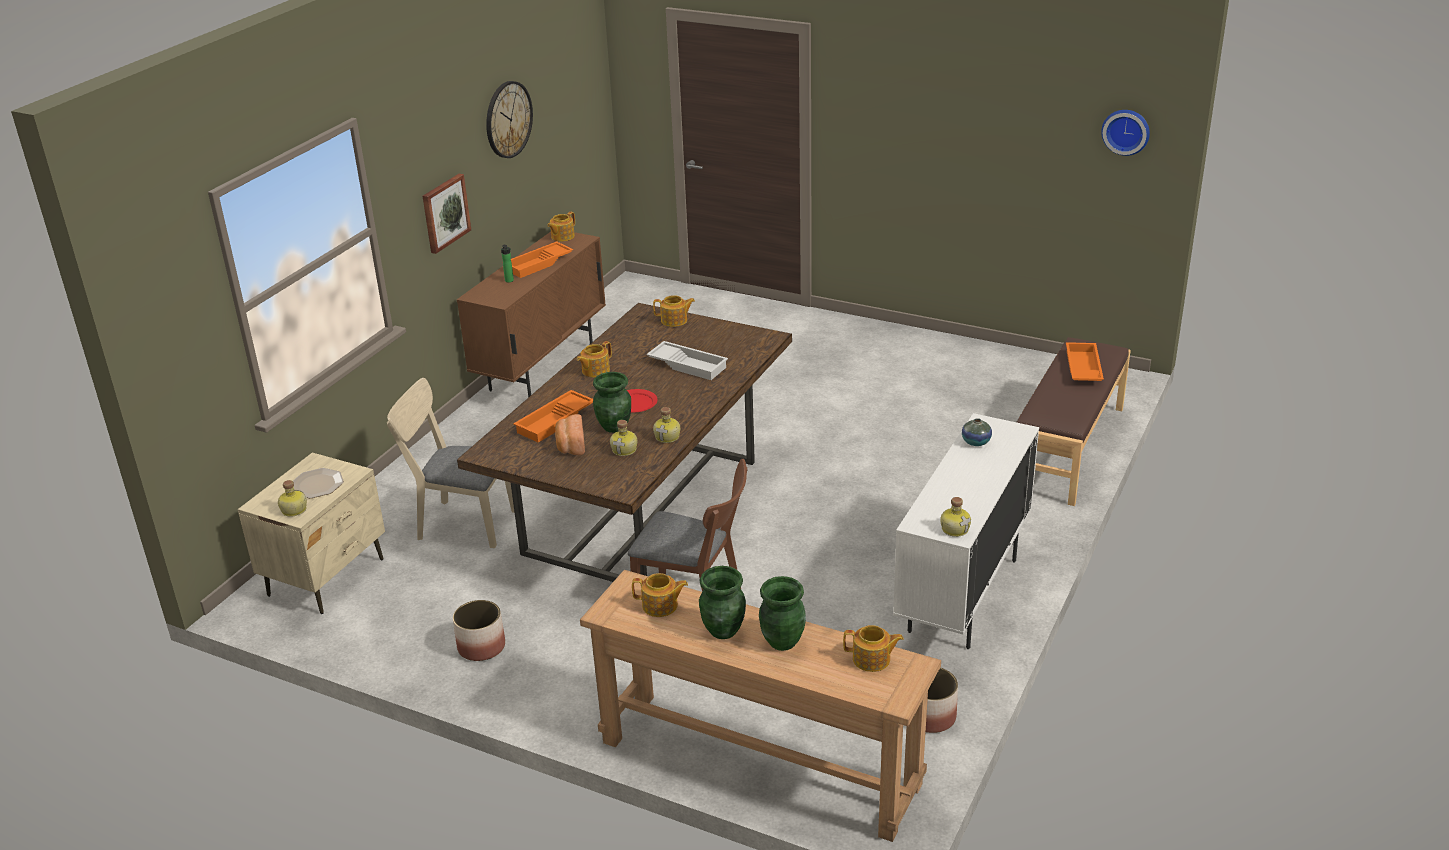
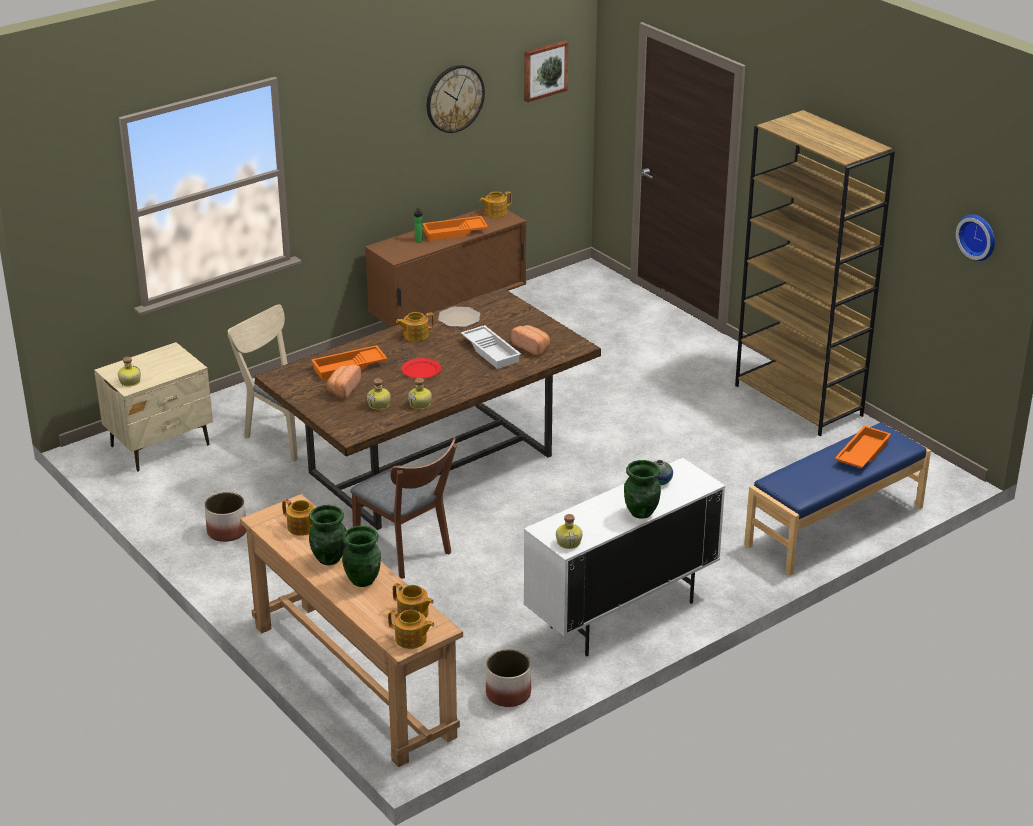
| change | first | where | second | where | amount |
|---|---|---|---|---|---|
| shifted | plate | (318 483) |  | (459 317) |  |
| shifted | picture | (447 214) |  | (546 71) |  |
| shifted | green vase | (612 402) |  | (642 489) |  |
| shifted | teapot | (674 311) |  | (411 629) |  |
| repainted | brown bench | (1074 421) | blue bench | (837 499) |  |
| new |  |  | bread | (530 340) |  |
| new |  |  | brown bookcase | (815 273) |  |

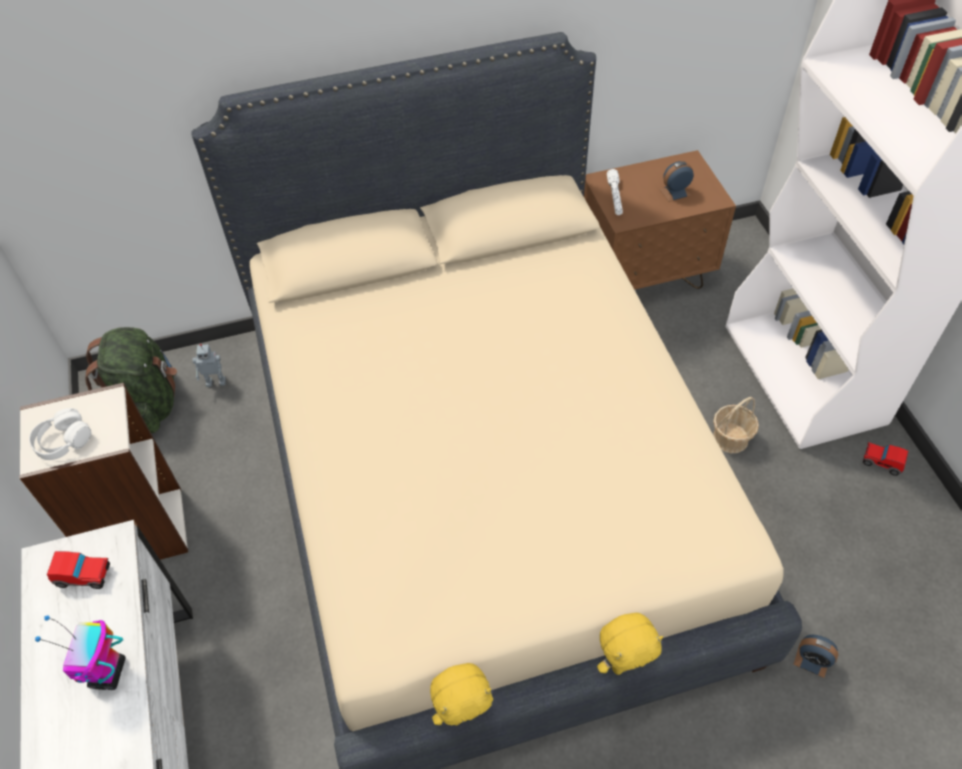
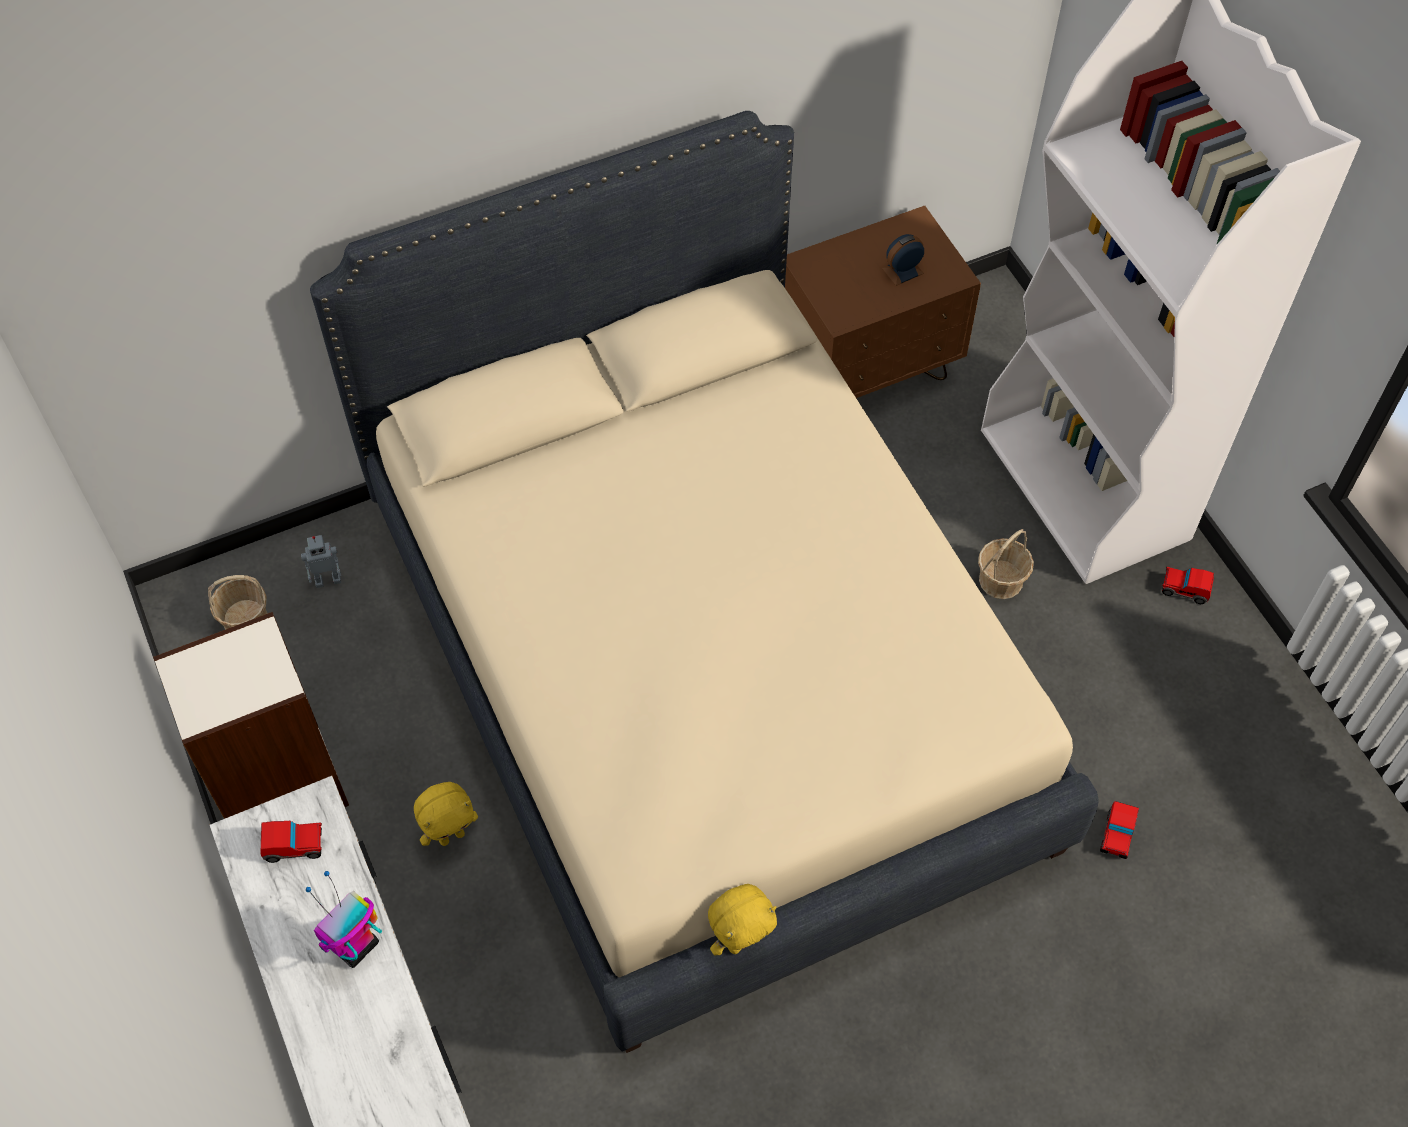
| change | first | where | second | where | amount |
|---|---|---|---|---|---|
| gone | white headphones | (60 434) |  |  |  |
| rotated | toy robot | (80 653) |  | (344 919) | 45 degrees clockwise |
| swapped | green backpack | (131 380) | basket | (238 602) |  |
| shifted | yellow plush toy | (630 644) |  | (446 814) |  |
| gone | white flashlight | (615 192) |  |  |  |
| swapped | alarm clock | (815 656) | toy car | (1119 830) |  |

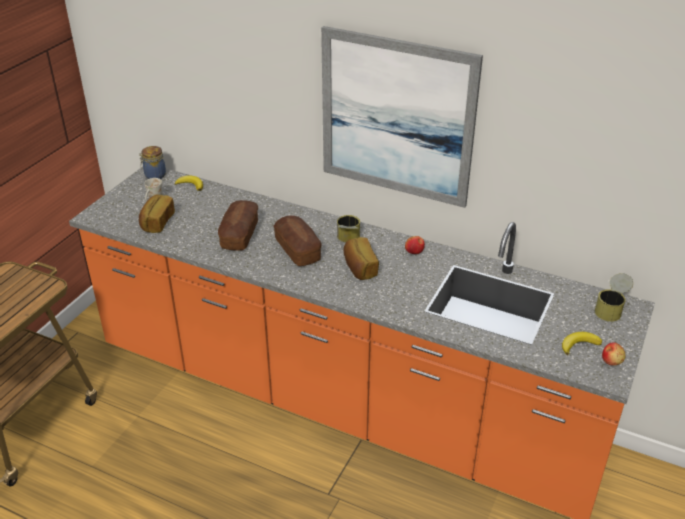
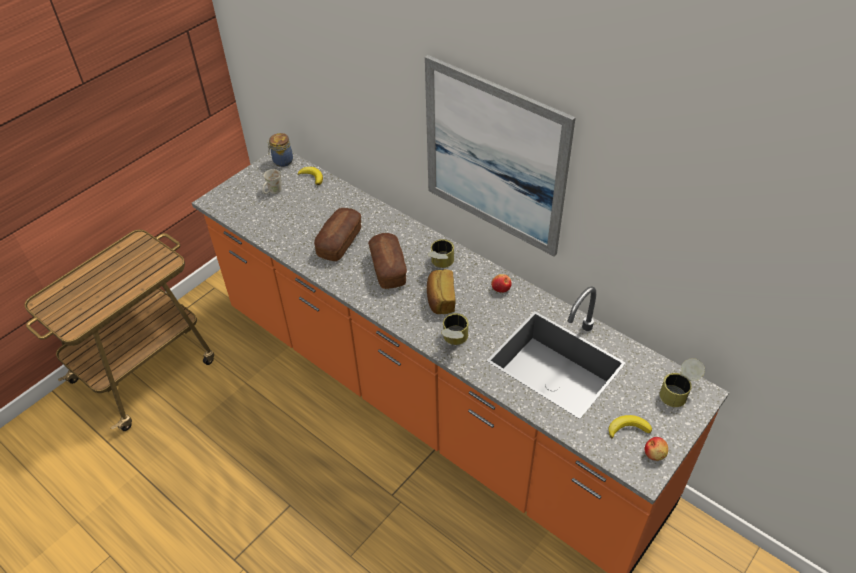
| change | first | where | second | where | amount |
|---|---|---|---|---|---|
| gone | bread | (157 214) |  |  |  |
| new |  |  | can | (455 329) |  |

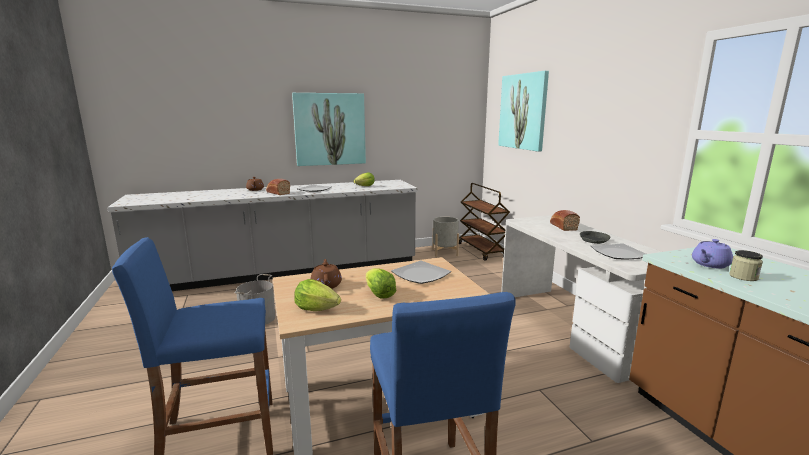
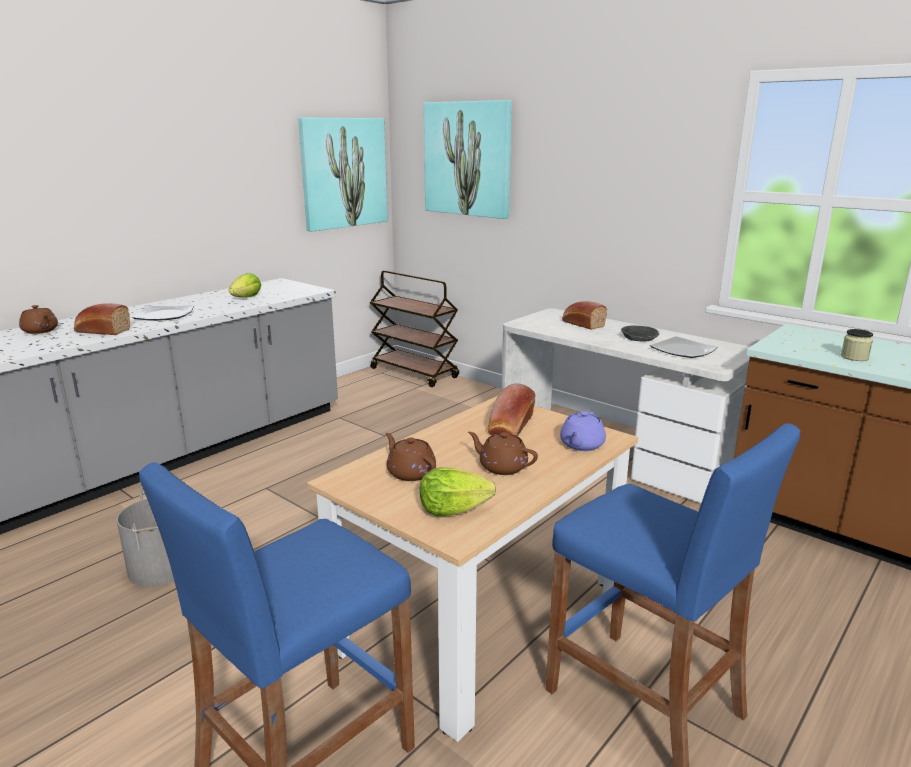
| change | first | where | second | where | amount |
|---|---|---|---|---|---|
| shifted | picture | (329 129) |  | (343 175) |  |
| swapped | lettuce | (381 283) | brown teapot | (503 453) |  |
| swapped | plate | (421 272) | bread | (512 409) |  |
| gone | grey planter | (445 237) |  |  |  |
| shifted | purple teapot | (712 254) |  | (583 431) |  |

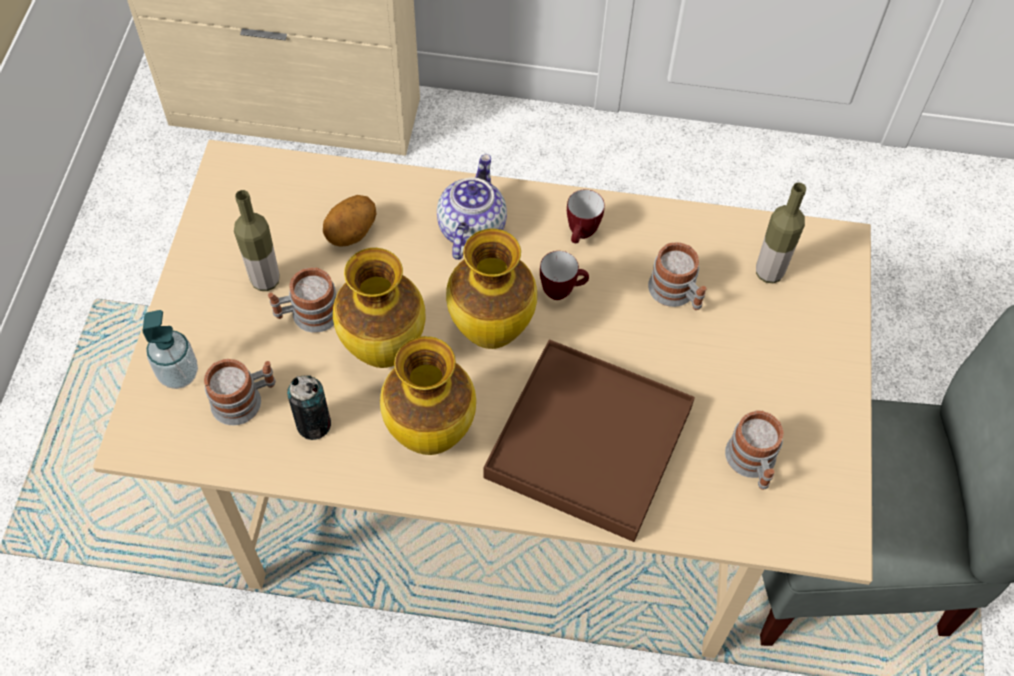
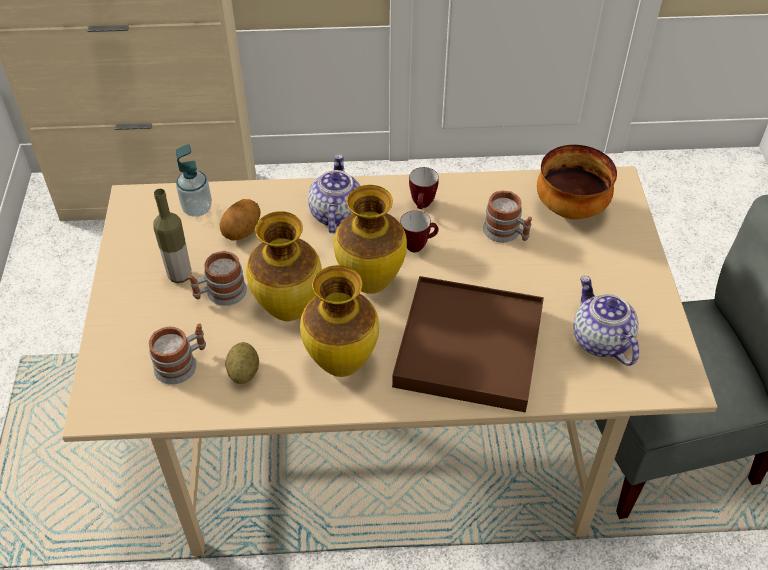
| change | first | where | second | where | amount |
|---|---|---|---|---|---|
| shifted | soap dispenser | (170 349) |  | (194 180) |  |
| swapped | can | (309 407) | potato | (242 363) |  |
| swapped | mug | (754 450) | teapot | (606 320) |  |
| swapped | bottle | (781 233) | bowl | (577 182) |  |

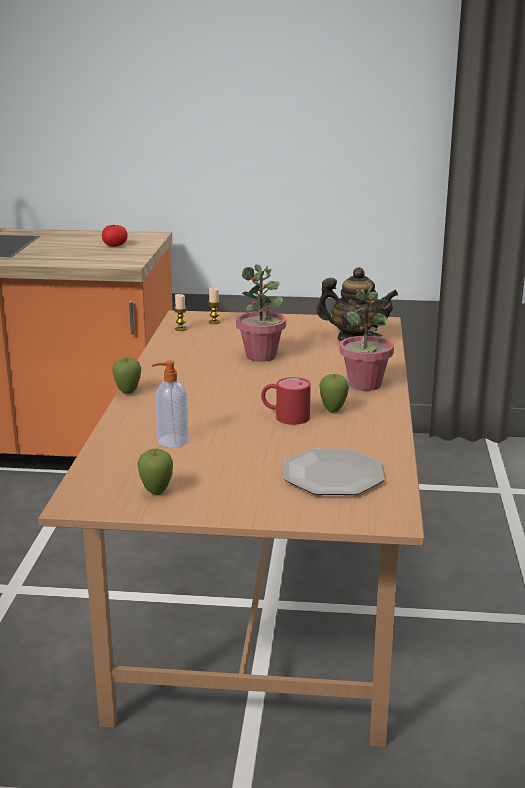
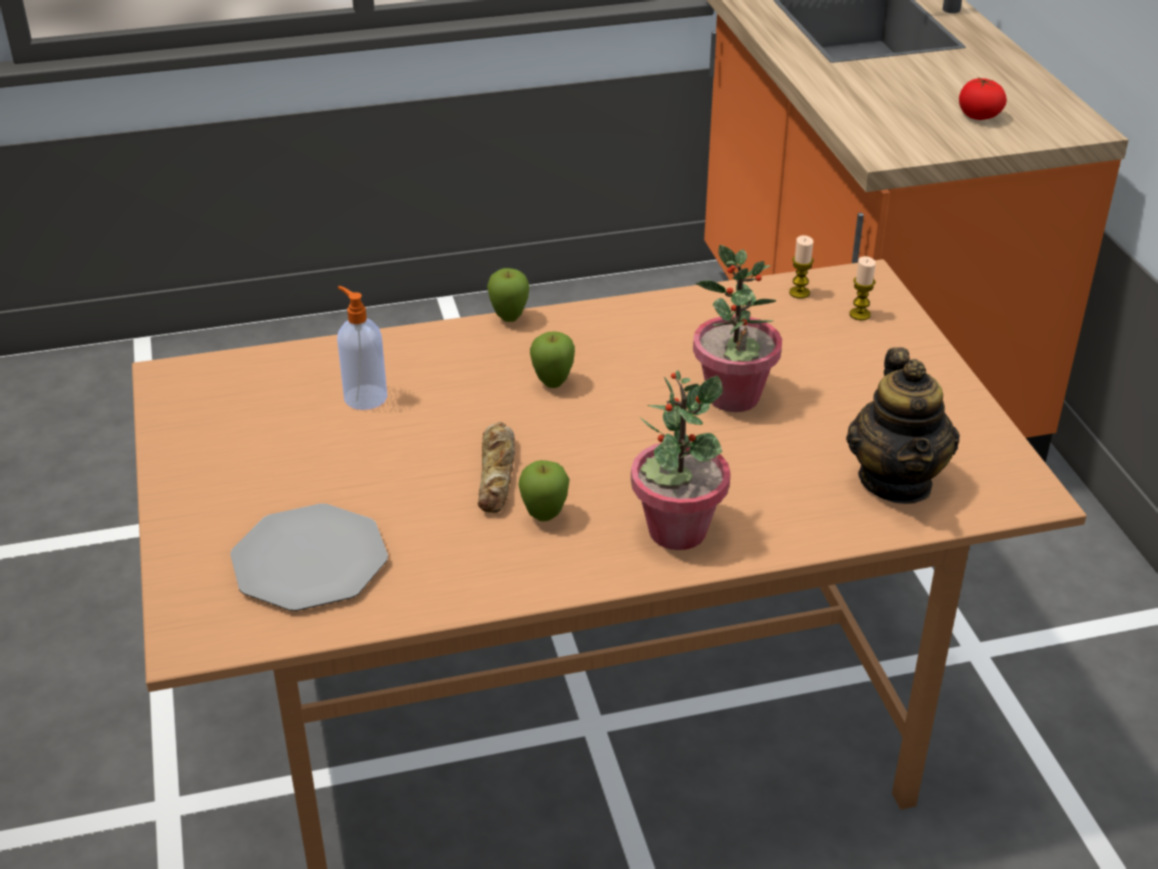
| change | first | where | second | where | amount |
|---|---|---|---|---|---|
| shifted | apple | (155 472) |  | (552 359) |  |
| swapped | red mug | (286 401) | bread | (496 467) |  |

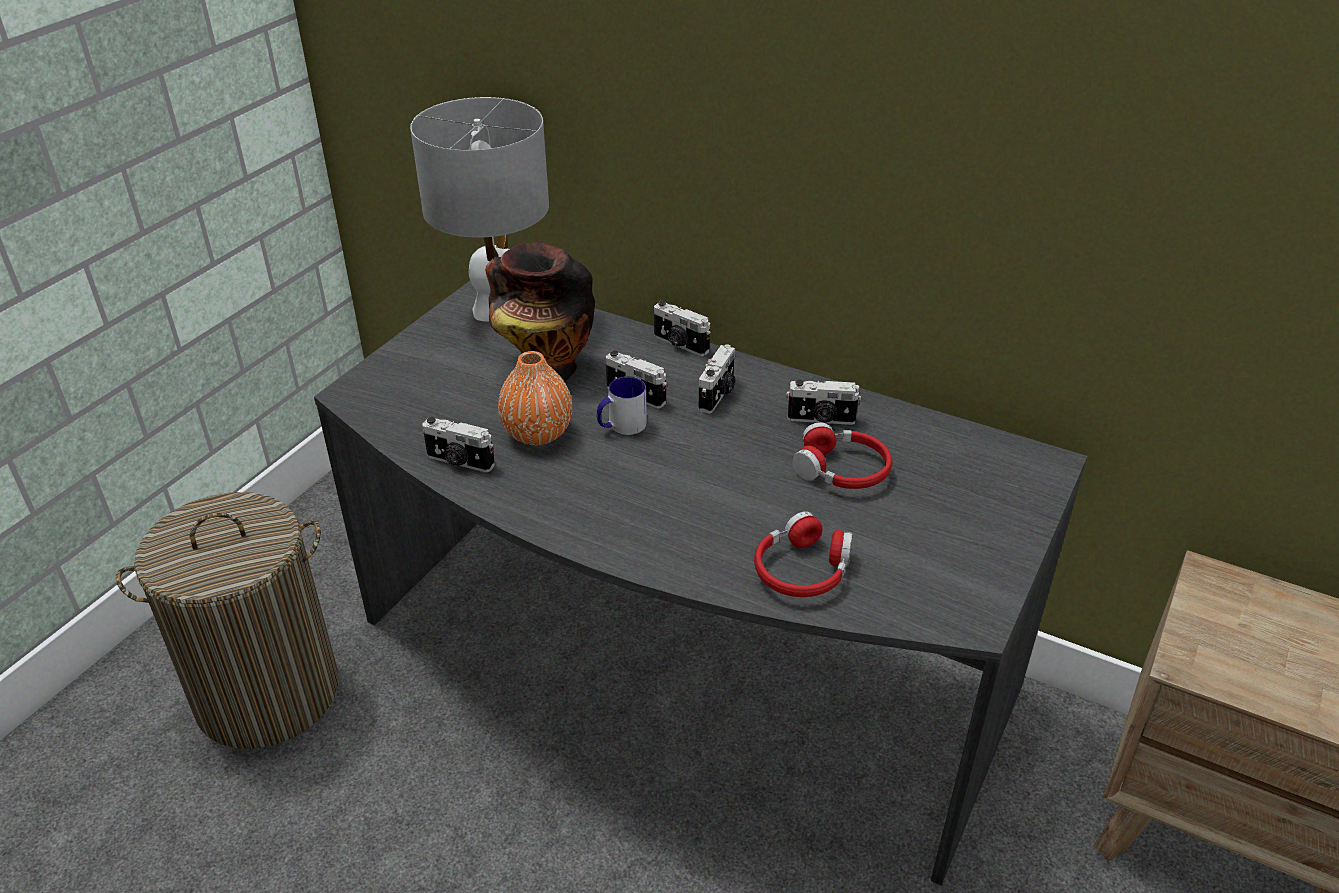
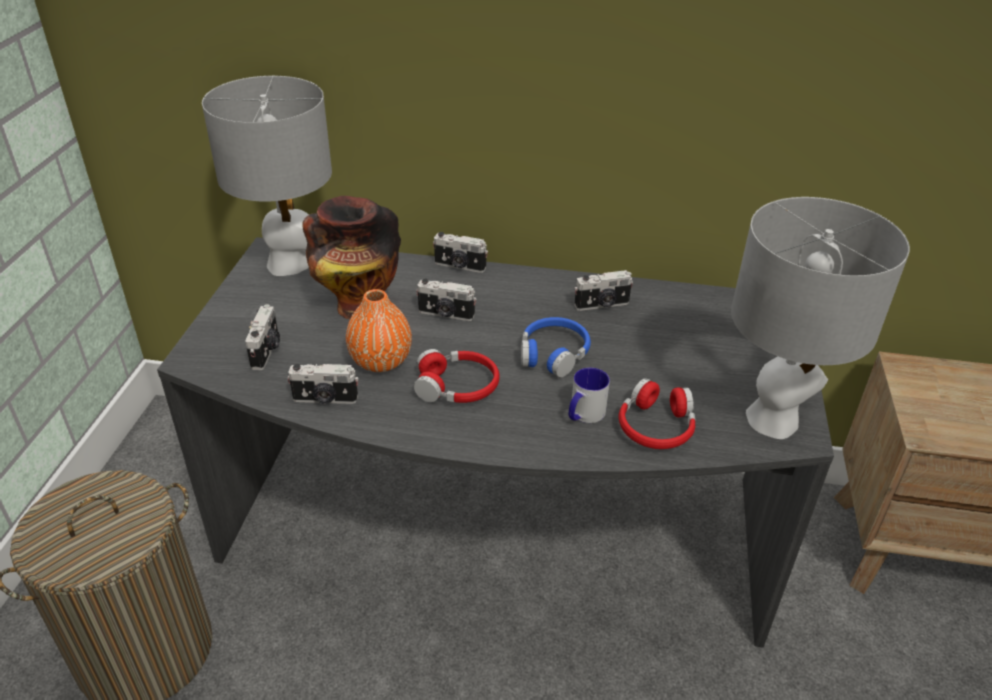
| change | first | where | second | where | amount |
|---|---|---|---|---|---|
| shifted | mug | (622 406) |  | (589 395) |  |
| shifted | photo camera | (716 379) |  | (262 337) |  |
| shifted | red headphones | (842 455) |  | (457 376) |  |
| new |  |  | blue headphones | (556 347) |  |
| new |  |  | grey table lamp | (820 318) |  |

